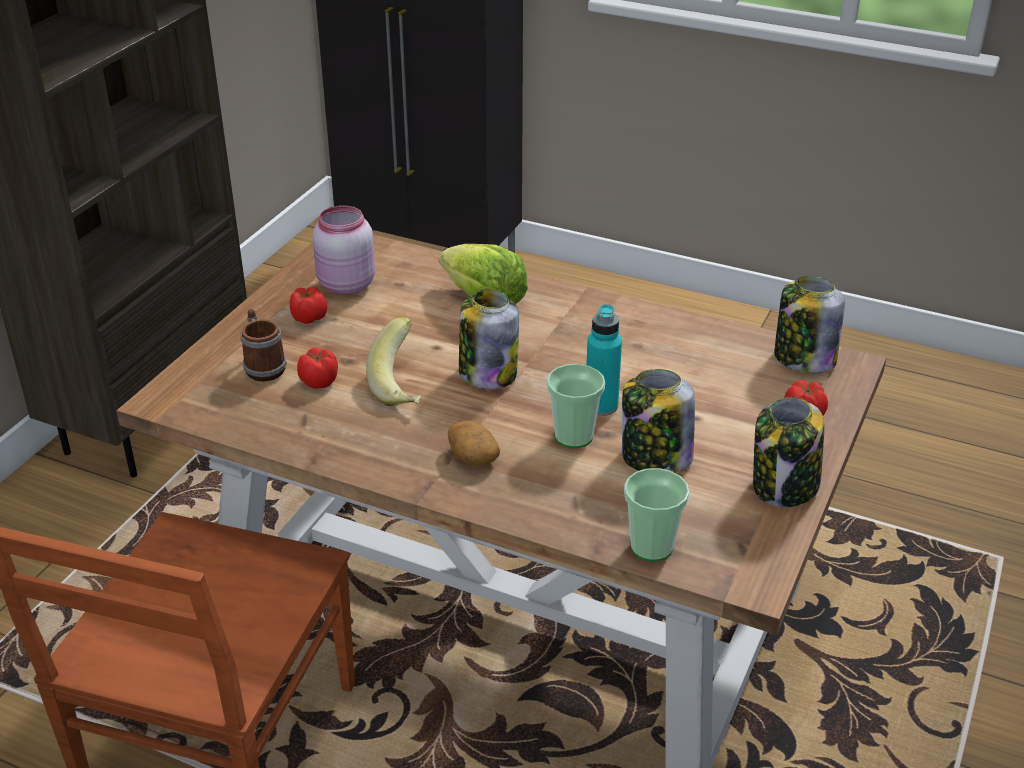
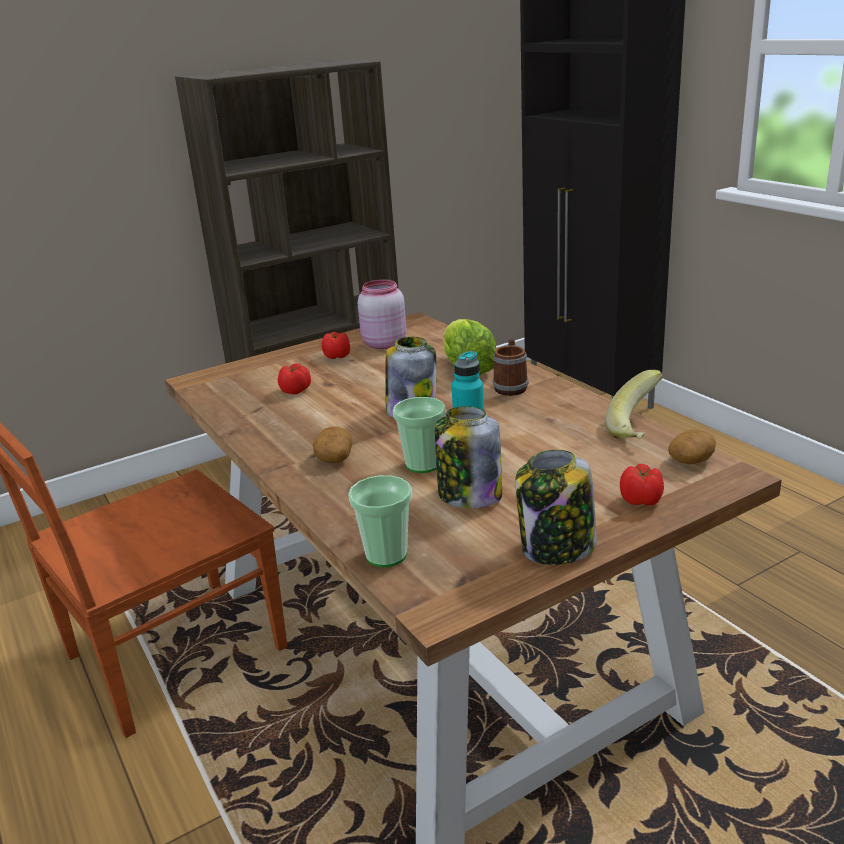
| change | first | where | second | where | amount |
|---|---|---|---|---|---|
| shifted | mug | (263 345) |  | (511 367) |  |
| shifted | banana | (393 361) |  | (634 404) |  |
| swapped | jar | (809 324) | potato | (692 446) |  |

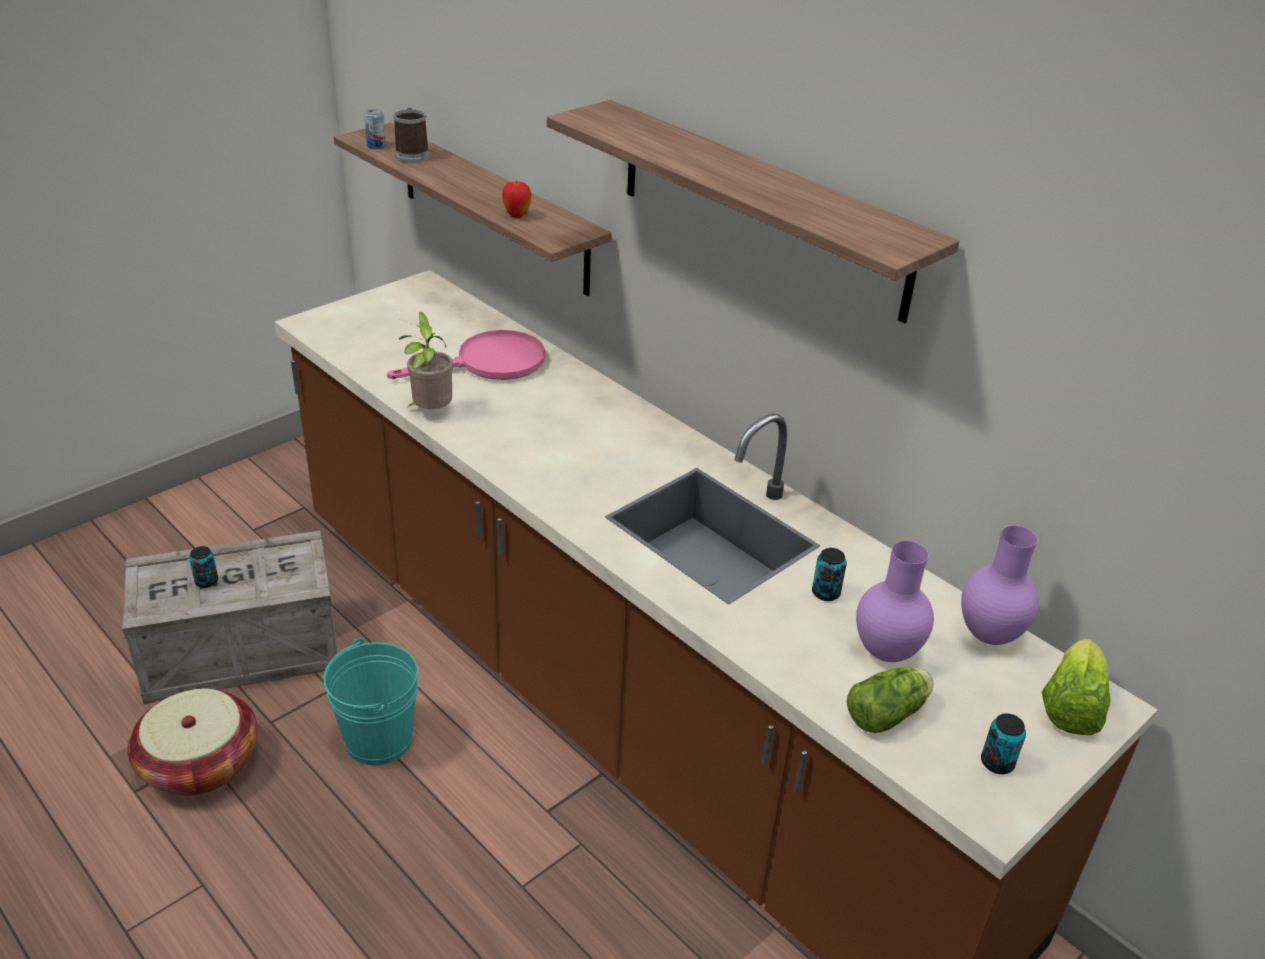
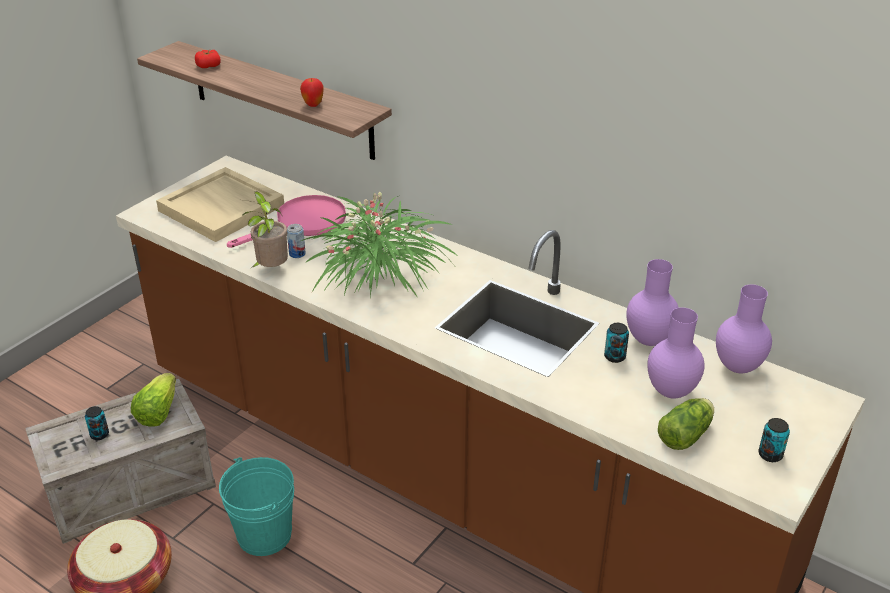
| change | first | where | second | where | amount |
|---|---|---|---|---|---|
| shifted | can | (375 128) |  | (296 241) |  |
| swapped | mug | (411 135) | tomato | (208 59) |  |
| gone | shelf | (753 212) |  |  |  |
| shifted | lettuce | (1076 687) |  | (153 400) |  |
| new |  |  | beige tray | (220 204) |  |
| new |  |  | potted plant | (378 245) |  |
| new |  |  | purple vase | (652 302) |  |

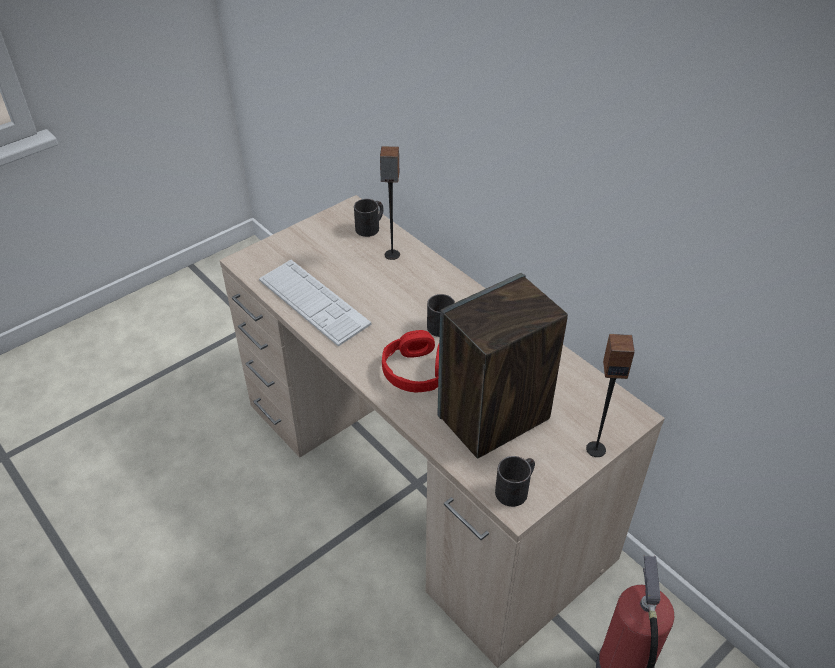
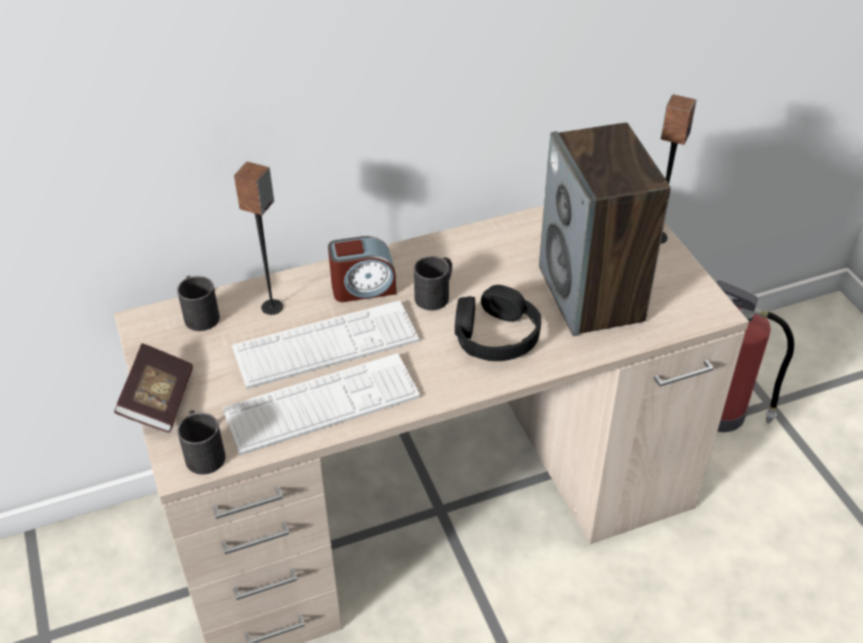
| change | first | where | second | where | amount |
|---|---|---|---|---|---|
| repainted | red headphones | (410 361) | black headphones | (498 323) |  |
| shifted | black mug | (515 481) |  | (201 442) |  |
| new |  |  | book | (153 388) |  |
| new |  |  | keyboard | (325 344) |  |
| new |  |  | alarm clock | (362 269) |  |

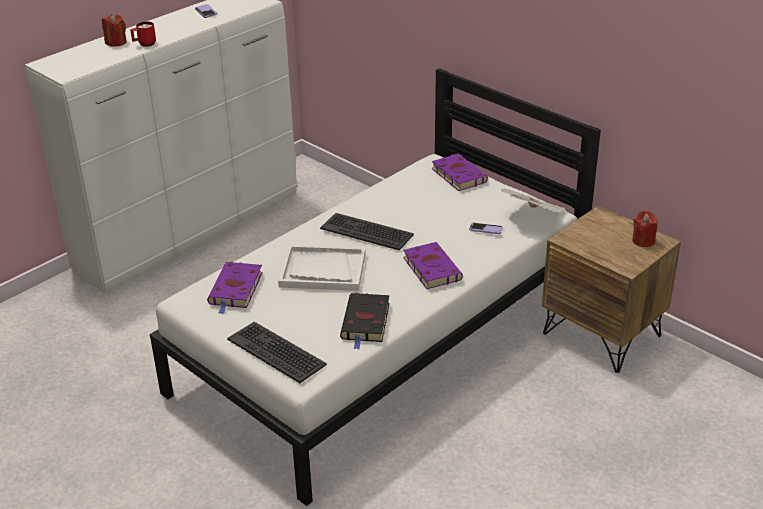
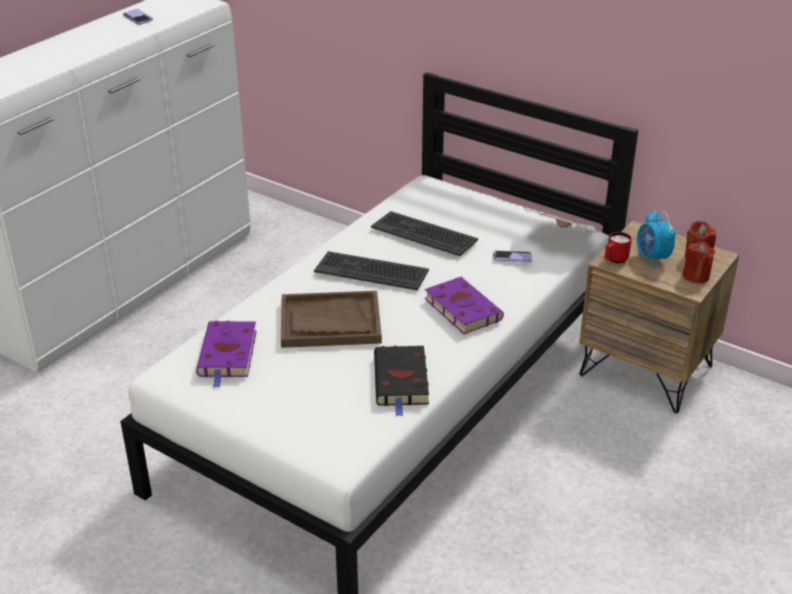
| change | first | where | second | where | amount |
|---|---|---|---|---|---|
| shifted | red candle | (114 30) |  | (699 262) |  |
| shifted | red mug | (143 34) |  | (618 248) |  |
| shifted | keyboard | (277 352) |  | (424 233) |  |
| repainted | white tray | (321 268) | brown tray | (331 319) |  |
| gone | purple book | (460 172) |  |  |  |
| new |  |  | alarm clock | (656 239) |  |

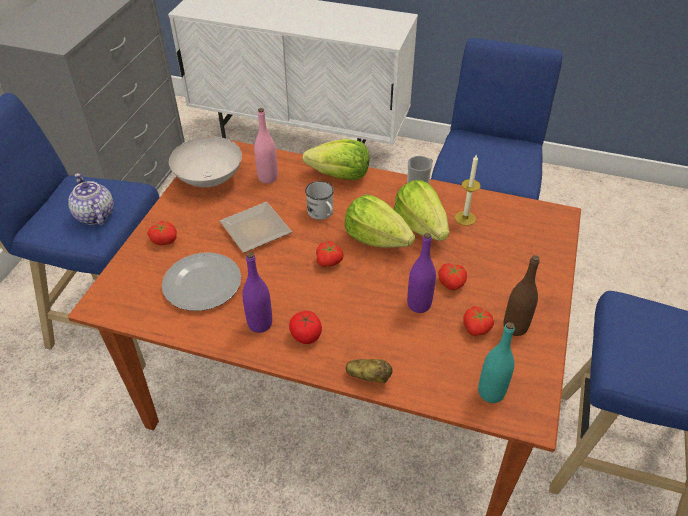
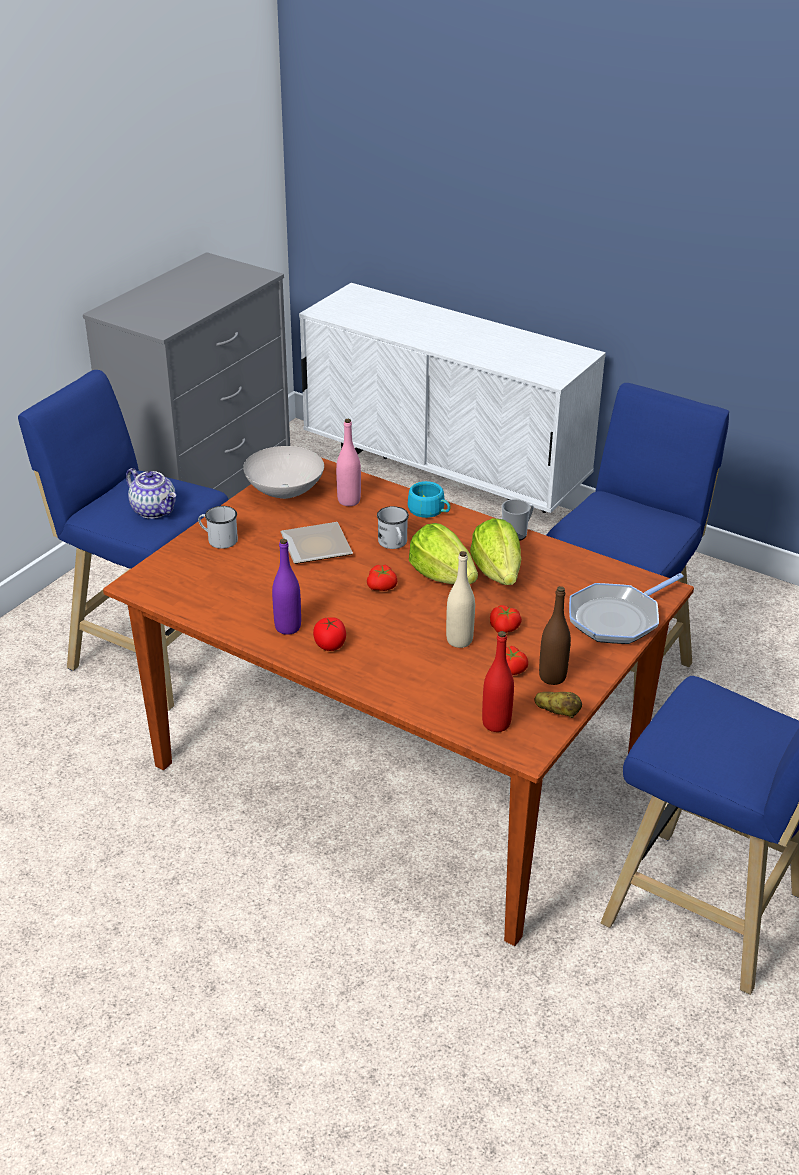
| change | first | where | second | where | amount |
|---|---|---|---|---|---|
| rotated | teapot | (91 199) |  | (151 493) | 150 degrees clockwise |
| swapped | tomato | (162 233) | white mug | (218 527) |  |
| gone | plate | (201 282) |  |  |  |
| swapped | lettuce | (336 159) | turquoise cup | (429 499) |  |
| shifted | potato | (369 371) |  | (558 705) |  |
| repainted | purple bottle | (421 273) | beige bottle | (460 599) |  |
| gone | candle | (468 190) |  |  |  |
| repainted | turquoise bottle | (496 362) | red bottle | (498 681) |  |
| new |  |  | frying pan | (626 608) |  |

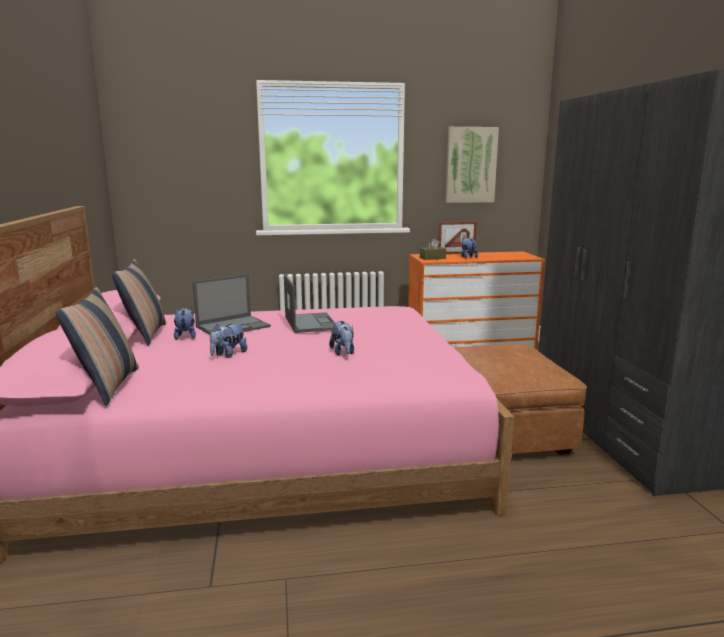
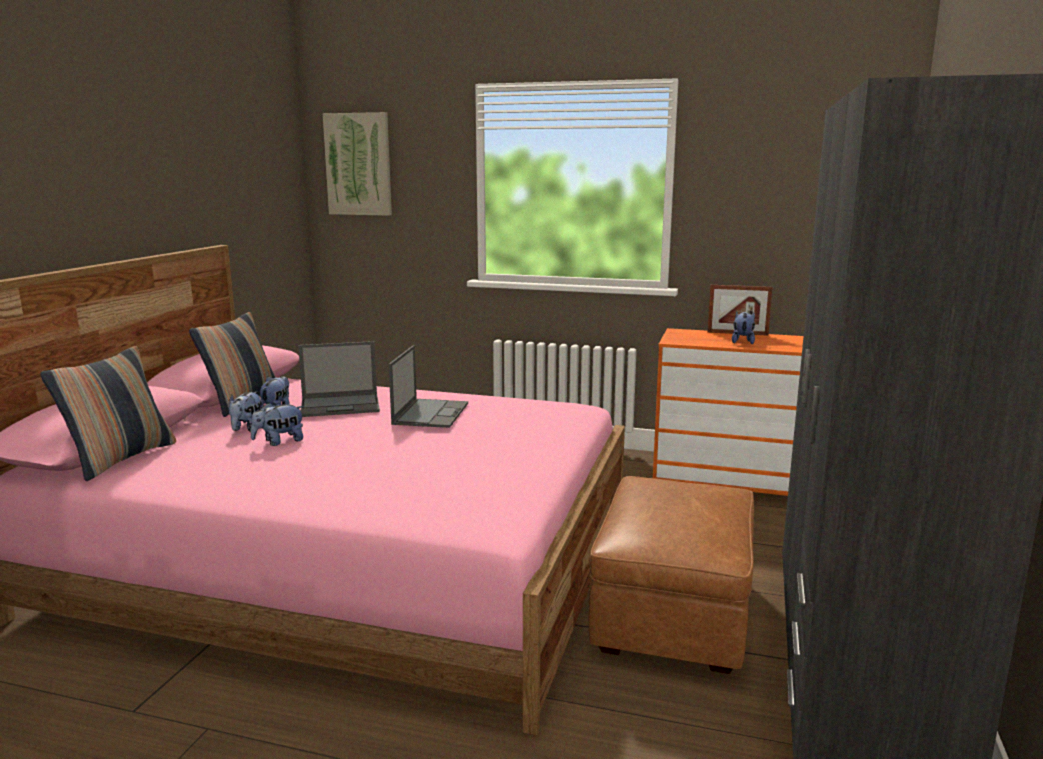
| change | first | where | second | where | amount |
|---|---|---|---|---|---|
| shifted | plush toy | (341 338) |  | (245 412) |  |
| gone | brown tissue box | (433 249) |  |  |  |
| shifted | picture | (472 165) |  | (357 164) |  |

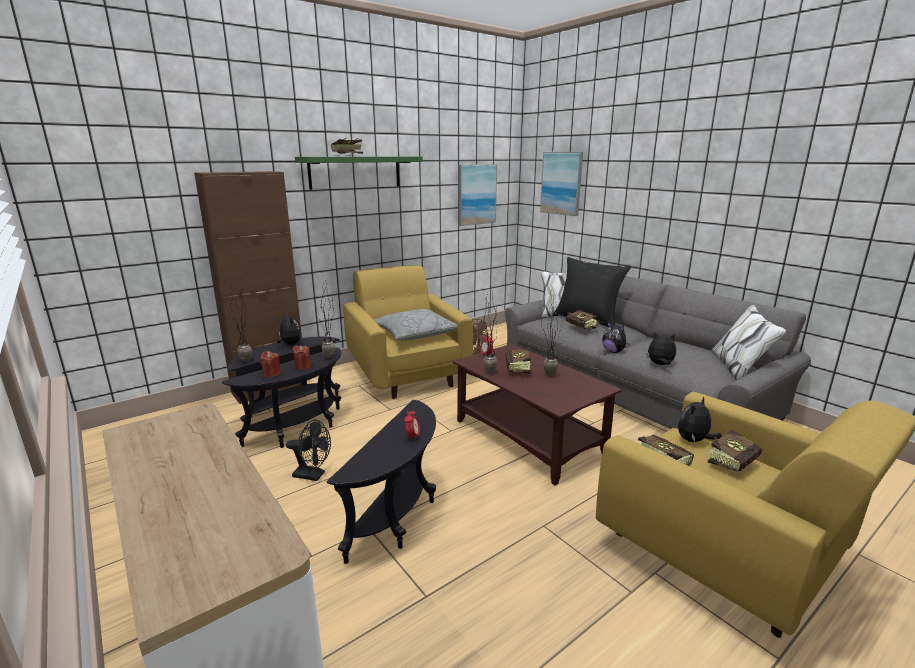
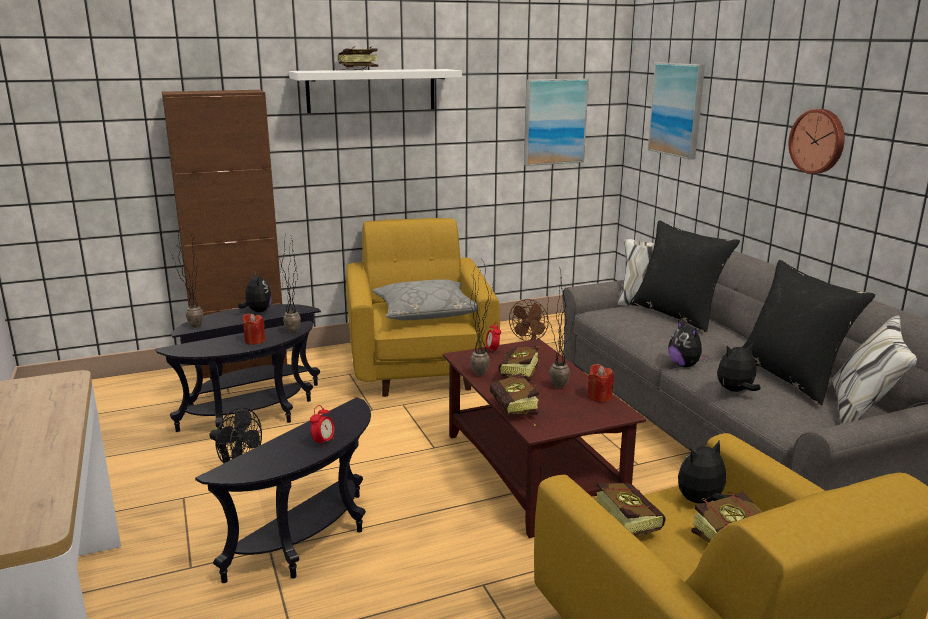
| change | first | where | second | where | amount |
|---|---|---|---|---|---|
| shifted | red candle | (270 364) |  | (601 383) |  |
| repainted | green shelf | (359 173) | white shelf | (375 91) |  |
| shifted | book | (582 321) |  | (514 399) |  |
| rotated | plush toy | (661 348) |  | (739 367) | 45 degrees counterclockwise |
| new |  |  | black pillow | (808 332) |  |
| new |  |  | wall clock | (817 141) |  |

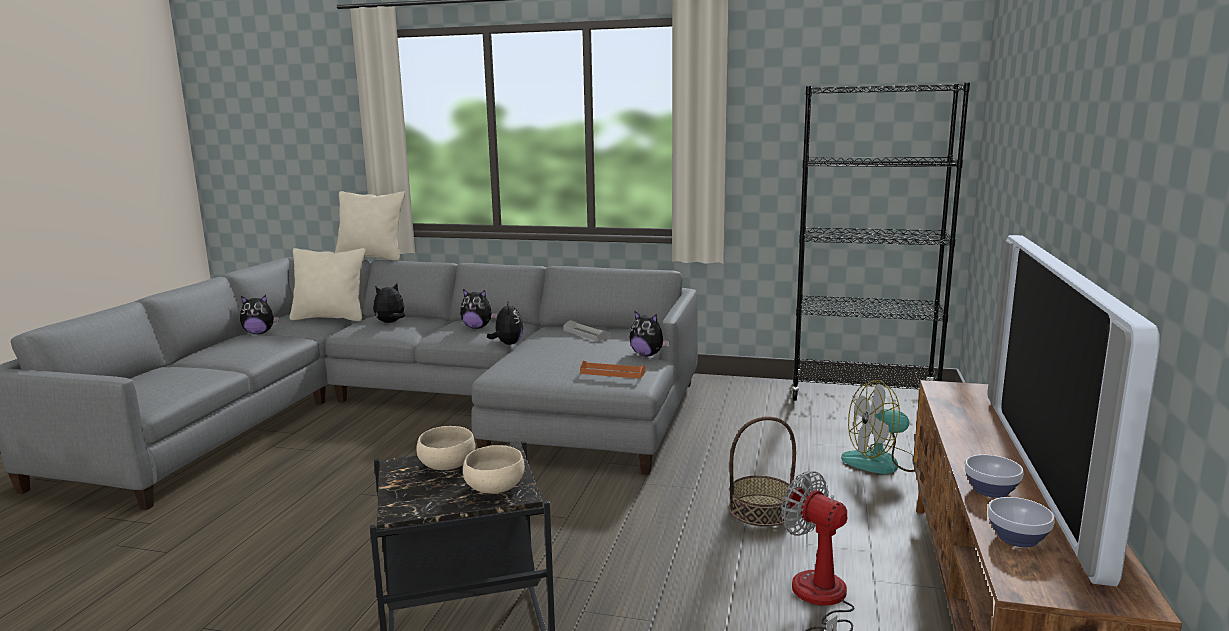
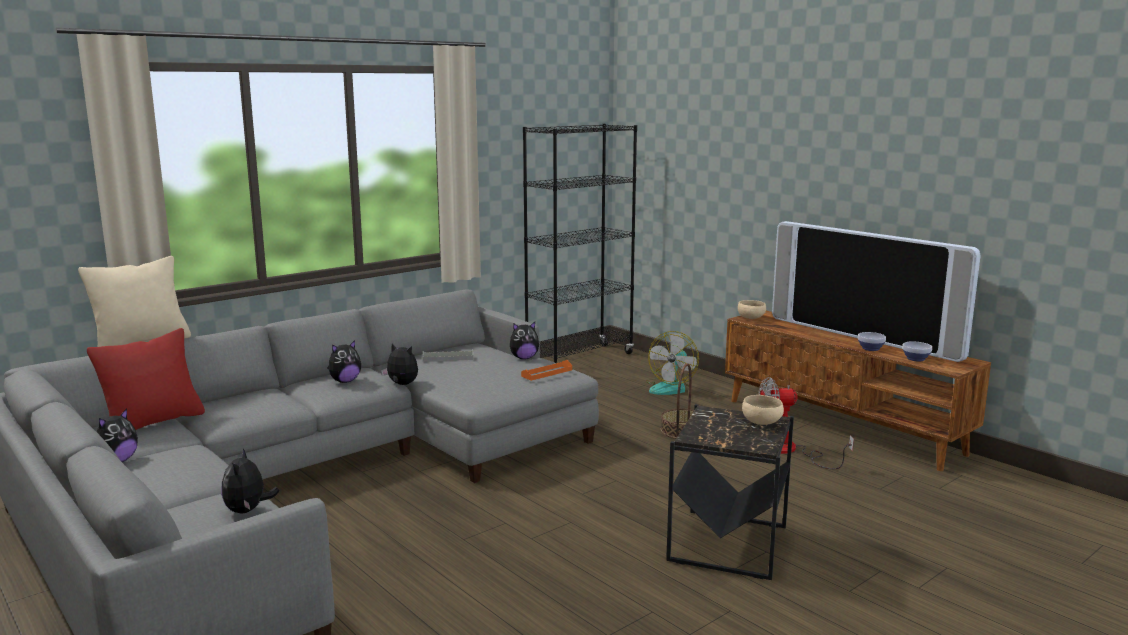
| change | first | where | second | where | amount |
|---|---|---|---|---|---|
| repainted | beige pillow | (328 284) | red pillow | (146 379) |  |
| shifted | plush toy | (389 303) |  | (250 481) |  |
| shifted | beige bowl | (446 448) |  | (752 309) |  |

